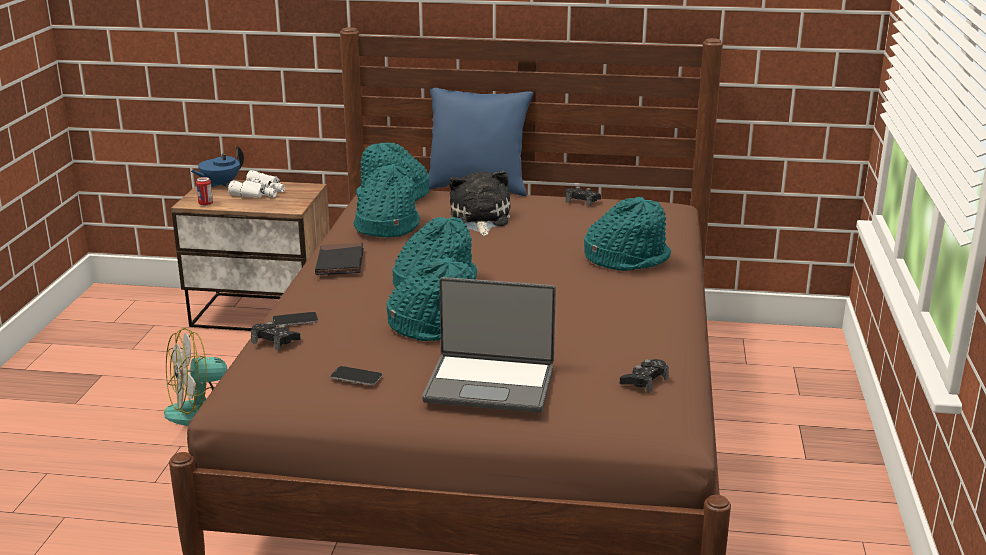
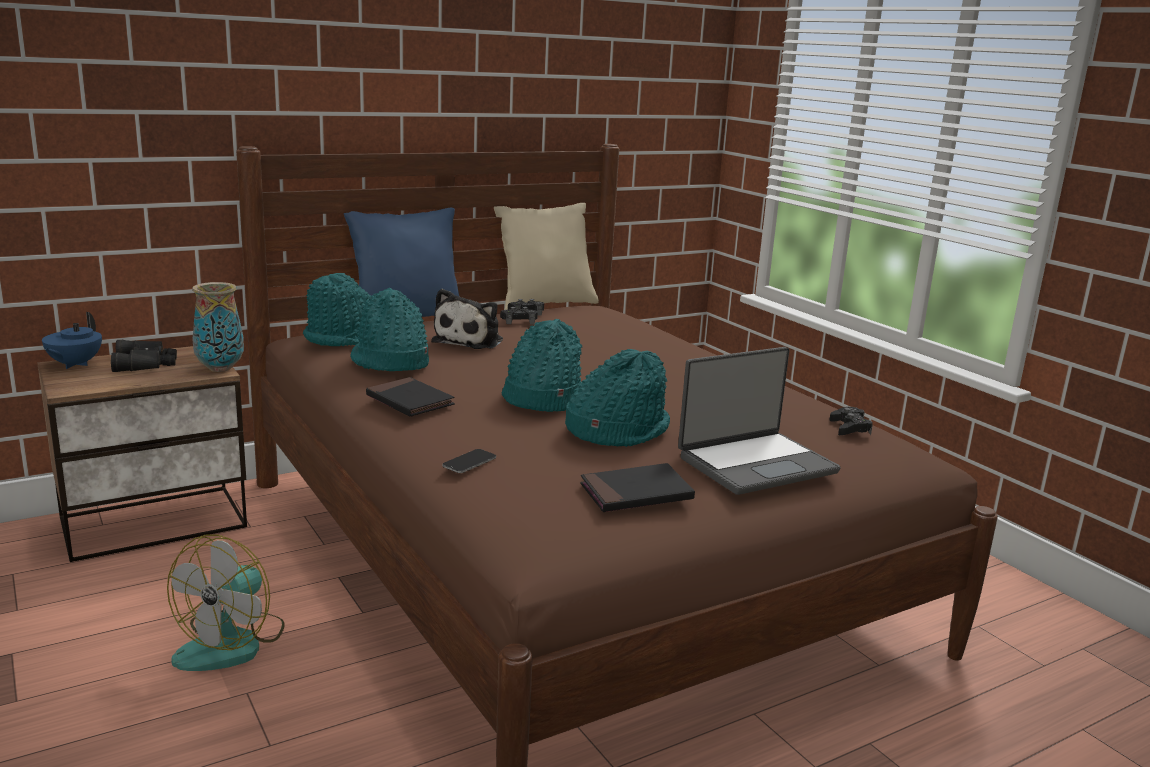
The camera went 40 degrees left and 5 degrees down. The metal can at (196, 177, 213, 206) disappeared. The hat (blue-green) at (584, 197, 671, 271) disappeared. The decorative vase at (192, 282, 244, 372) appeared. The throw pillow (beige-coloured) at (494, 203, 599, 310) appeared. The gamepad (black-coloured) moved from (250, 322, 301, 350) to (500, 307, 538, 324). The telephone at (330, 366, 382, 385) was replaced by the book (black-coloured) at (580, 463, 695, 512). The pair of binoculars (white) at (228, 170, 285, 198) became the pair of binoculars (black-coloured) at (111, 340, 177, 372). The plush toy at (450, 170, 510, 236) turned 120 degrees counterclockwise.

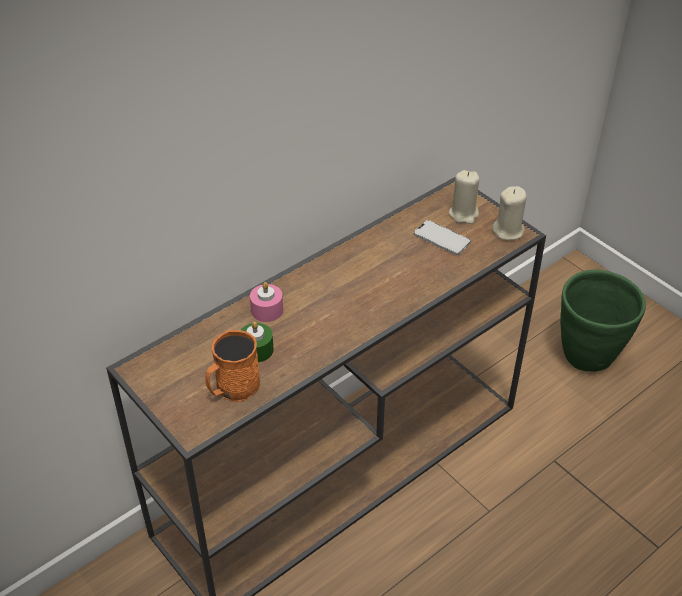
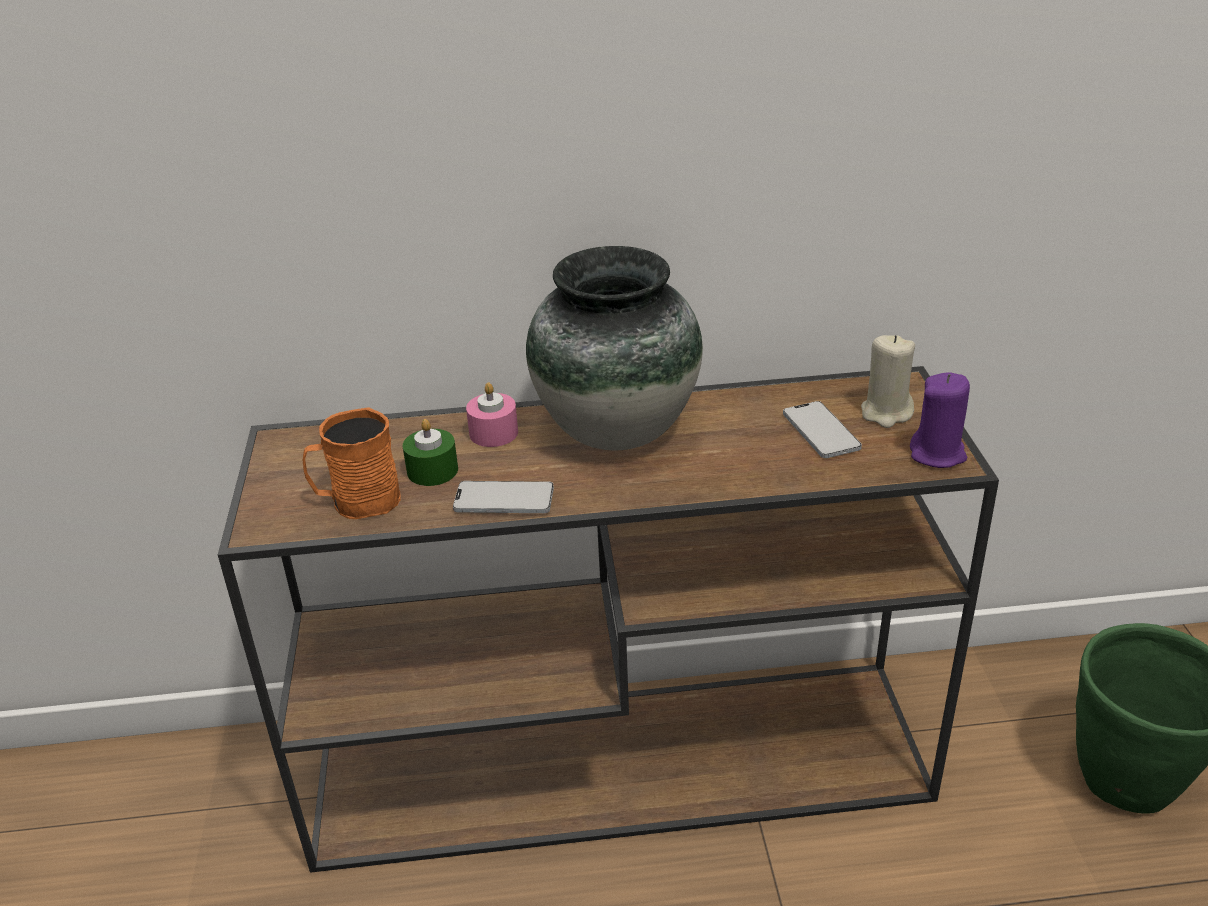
The camera went 35 degrees right and 10 degrees down. The telephone at (453, 481, 554, 513) appeared. The decorative vase at (526, 246, 703, 451) appeared. The candle (beige-coloured) at (492, 186, 527, 240) became the candle (purple-coloured) at (910, 372, 970, 468).

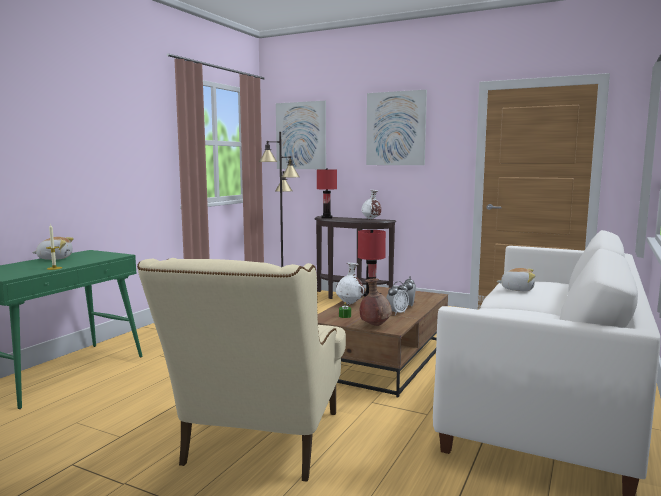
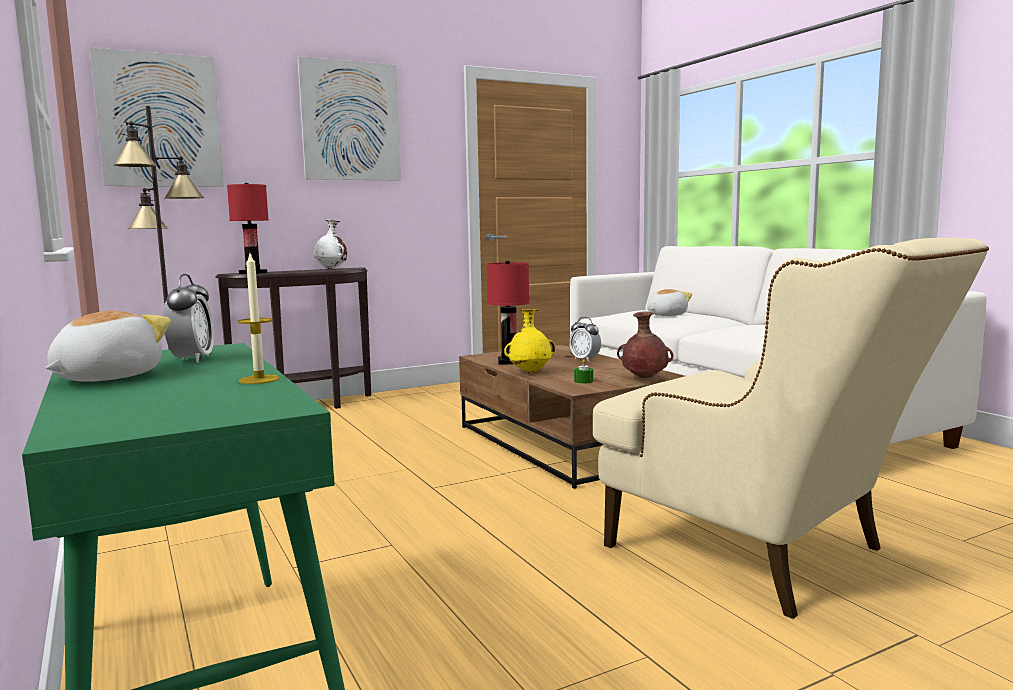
The camera went 55 degrees left and 0 degrees up. The table clock moved from (386, 281, 409, 315) to (163, 274, 214, 363). The decorative vase (white) at (336, 263, 365, 305) became the decorative vase (yellowish) at (504, 309, 555, 374).

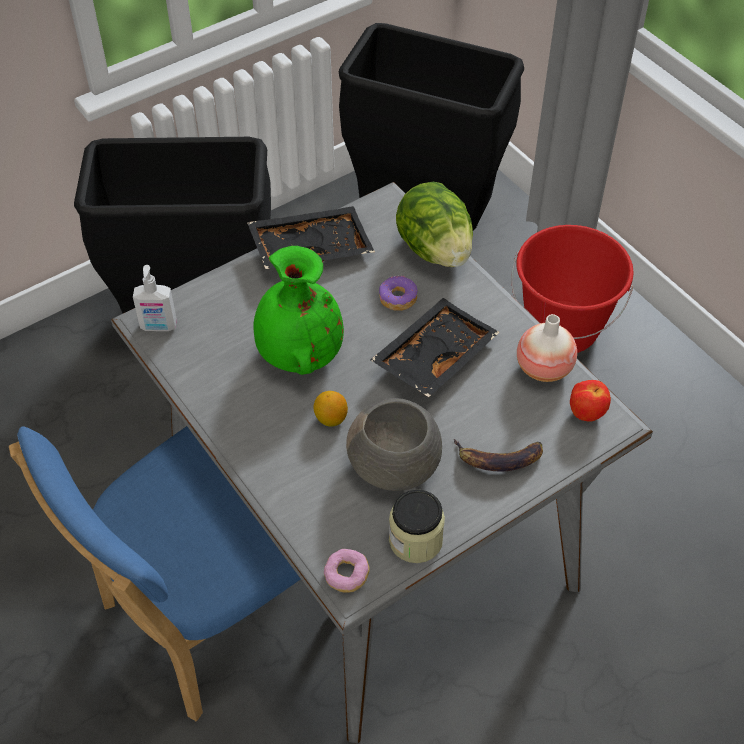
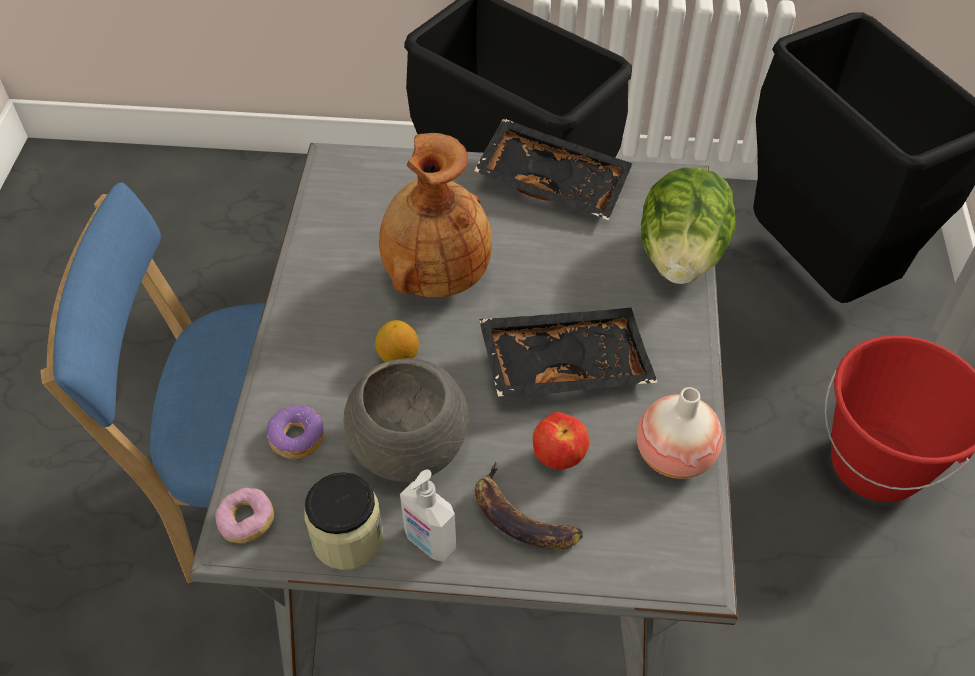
The camera went 40 degrees right and 0 degrees up. The liquid soap bottle moved from (133, 265, 177, 331) to (400, 470, 456, 562). The ring doughnut moved from (379, 275, 418, 311) to (267, 406, 324, 459). The whole apple moved from (570, 380, 611, 421) to (533, 412, 589, 469). The decorative vase (green-coloured) at (253, 246, 344, 375) became the decorative vase (brown) at (379, 133, 492, 298).

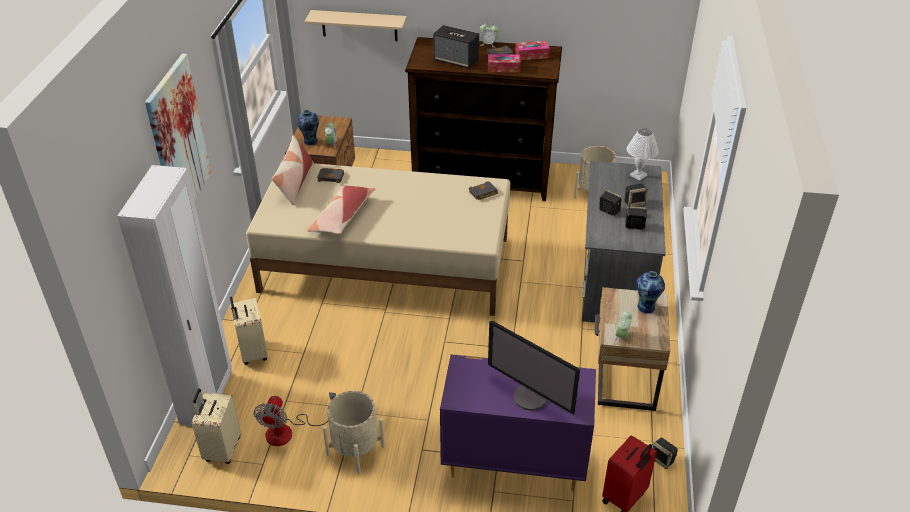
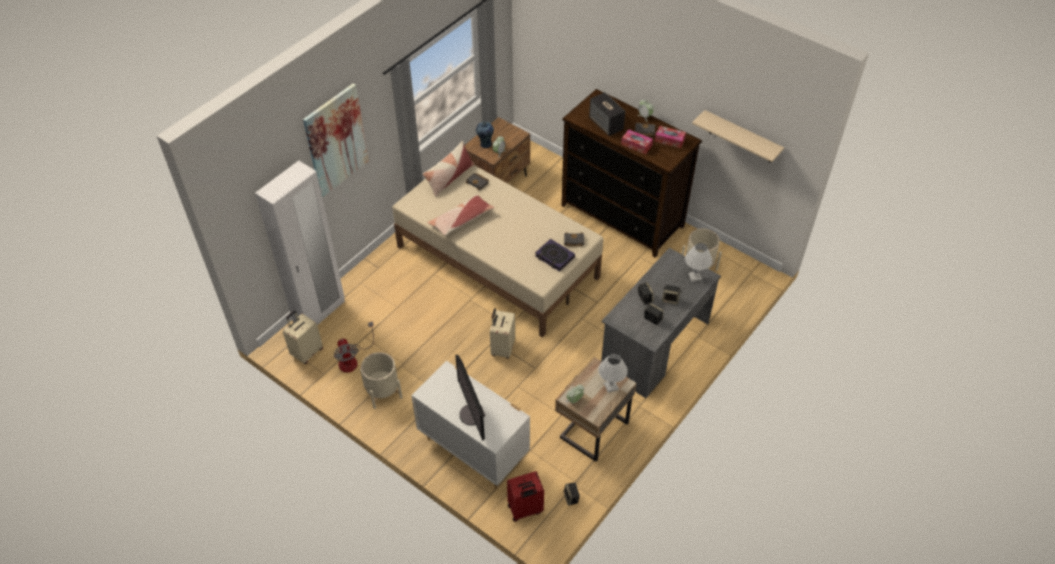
The camera went 30 degrees right and 10 degrees up. The book at (535, 239, 575, 272) appeared. The travel case (beige-coloured) moved from (230, 297, 268, 365) to (490, 308, 515, 359). The wall shelf (beige-coloured) moved from (304, 10, 407, 41) to (692, 110, 784, 163). The decorative vase at (636, 271, 665, 314) was replaced by the tabletop lamp (white) at (598, 354, 628, 392). The drawer chest (purple-coloured) at (440, 354, 596, 492) became the drawer chest (white) at (411, 361, 530, 488). The electric fan at (253, 392, 336, 446) turned 60 degrees counterclockwise.

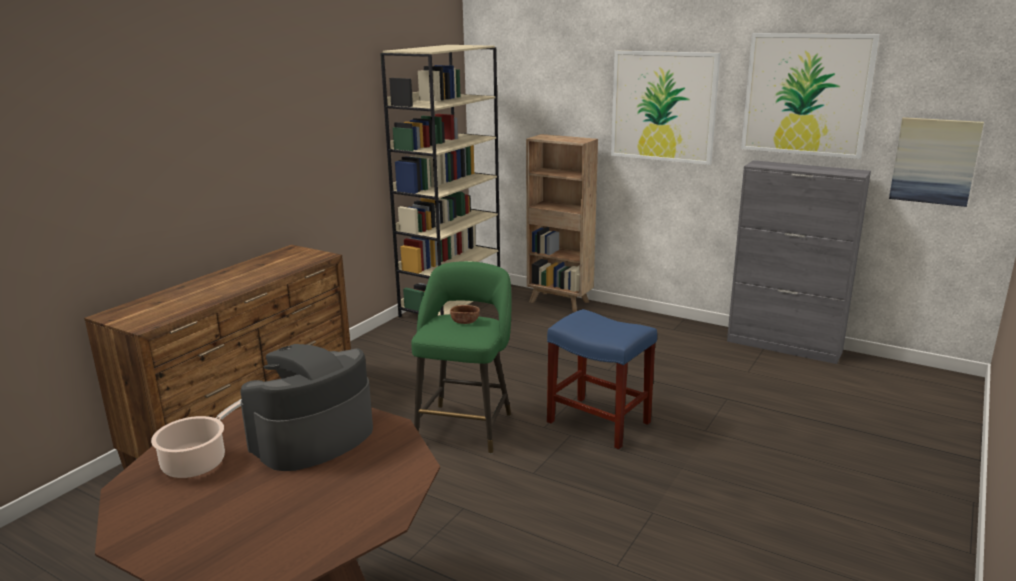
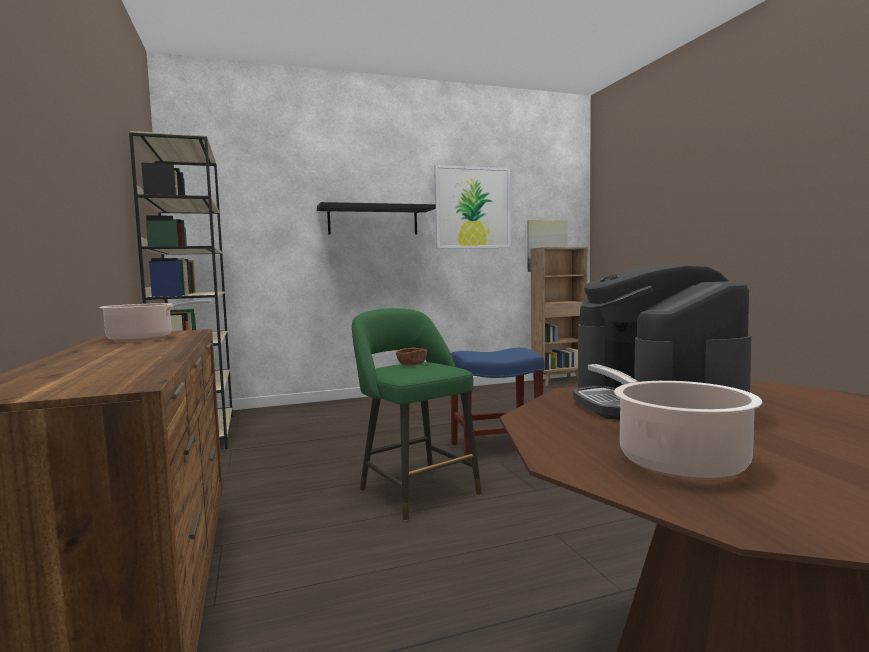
The camera went 50 degrees left and 15 degrees down. The cupboard (greyish) at (727, 160, 871, 364) disappeared. The stockpot at (99, 300, 212, 342) appeared. The shelving unit (brown) moved from (526, 134, 598, 312) to (531, 247, 587, 386). The wall art at (611, 51, 720, 165) was replaced by the wall shelf (black-coloured) at (317, 202, 436, 235).

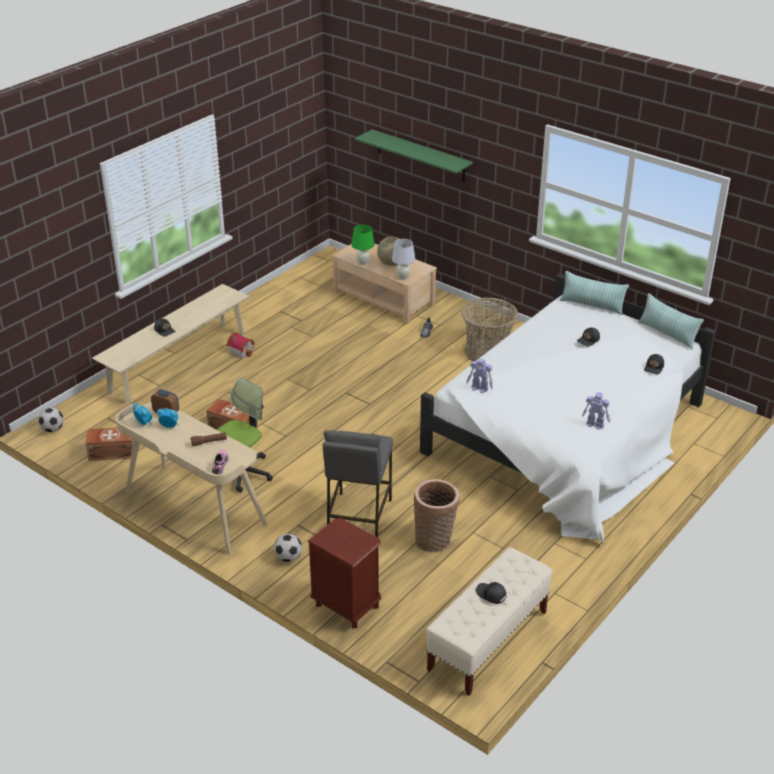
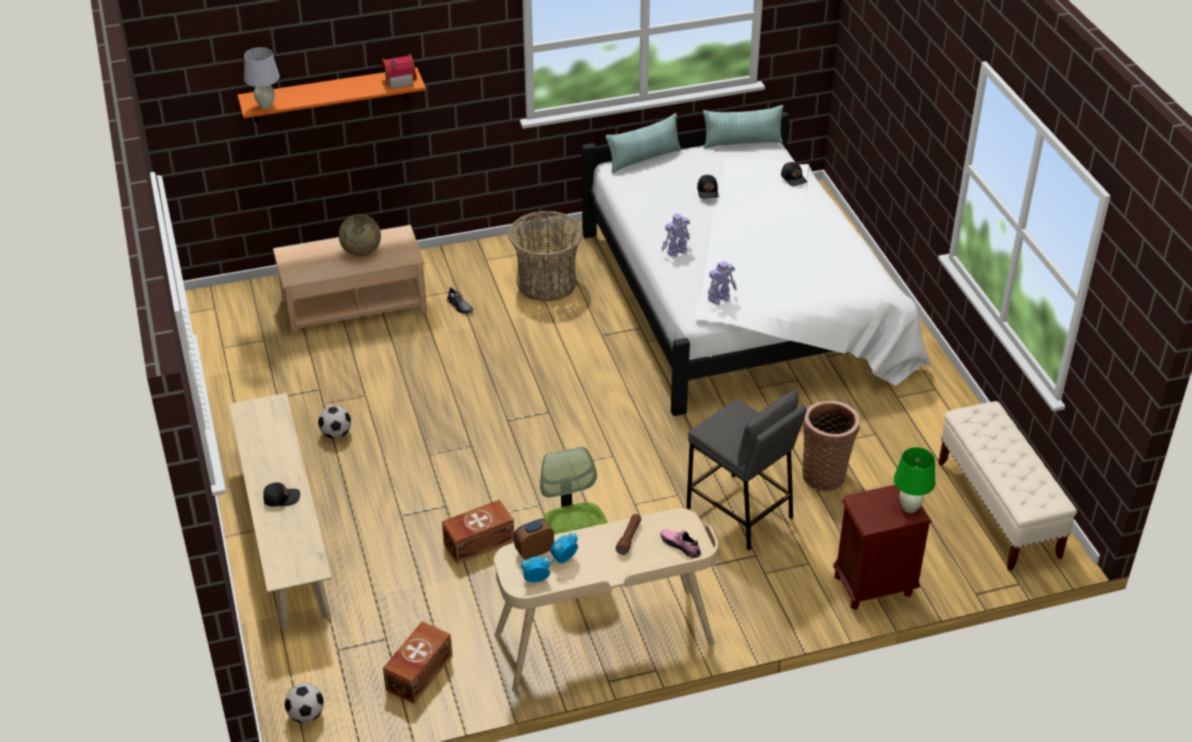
The camera went 55 degrees left and 5 degrees up. The baseball cap (black-coloured) at (476, 582, 506, 604) disappeared. The model house moved from (227, 333, 255, 359) to (381, 54, 417, 89). The football ball moved from (274, 534, 302, 562) to (318, 406, 351, 438). The tabletop lamp (green-coloured) moved from (351, 225, 375, 265) to (894, 447, 935, 513). The tabletop lamp (white) moved from (392, 239, 415, 280) to (244, 47, 280, 109). The toy robot moved from (582, 392, 610, 429) to (662, 213, 690, 257). The wall shelf (green-coloured) at (355, 129, 473, 182) became the wall shelf (orangey) at (238, 67, 426, 122).

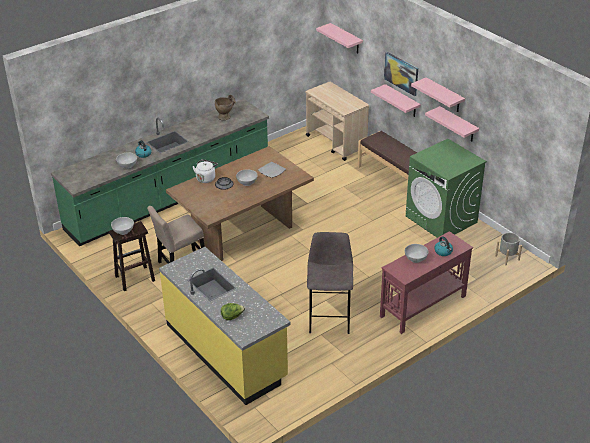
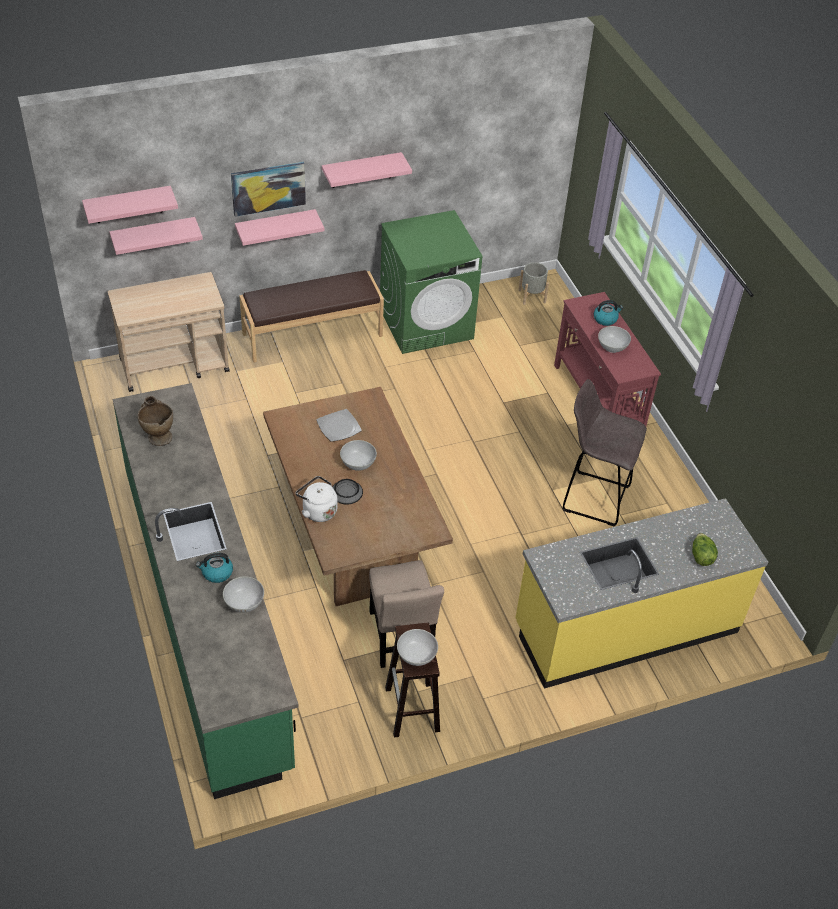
The camera went 75 degrees left and 10 degrees up. The wall shelf (pink) moved from (425, 106, 479, 141) to (109, 217, 203, 255).

